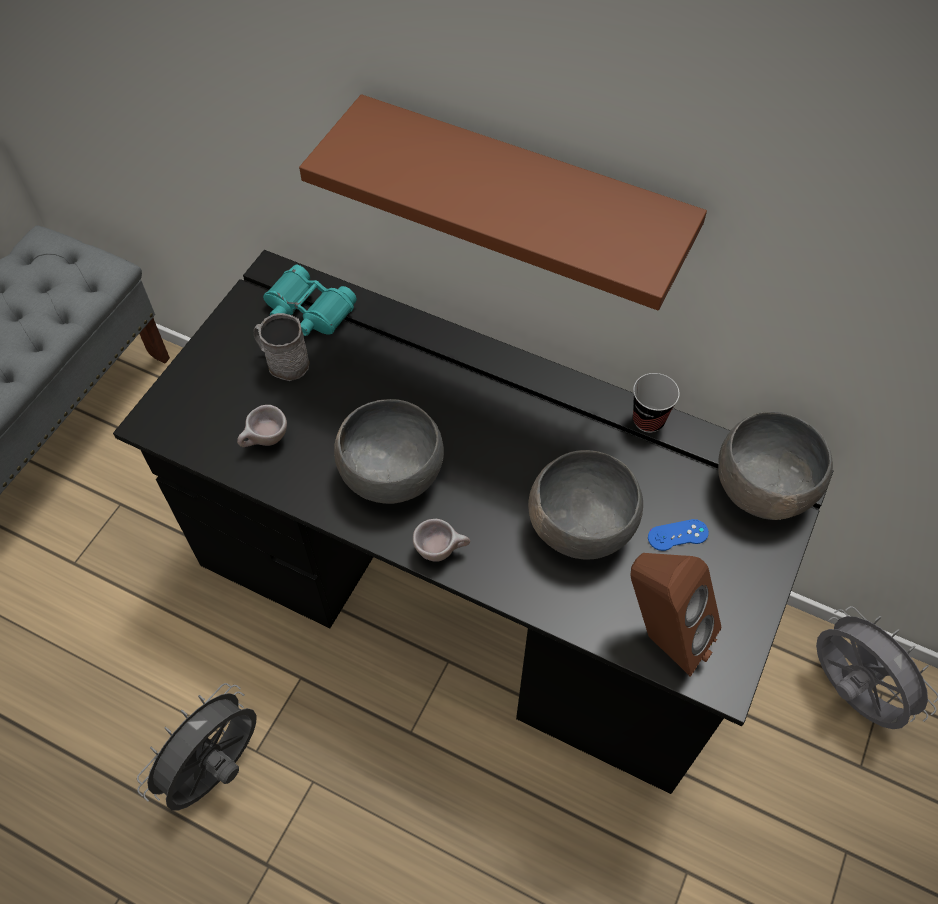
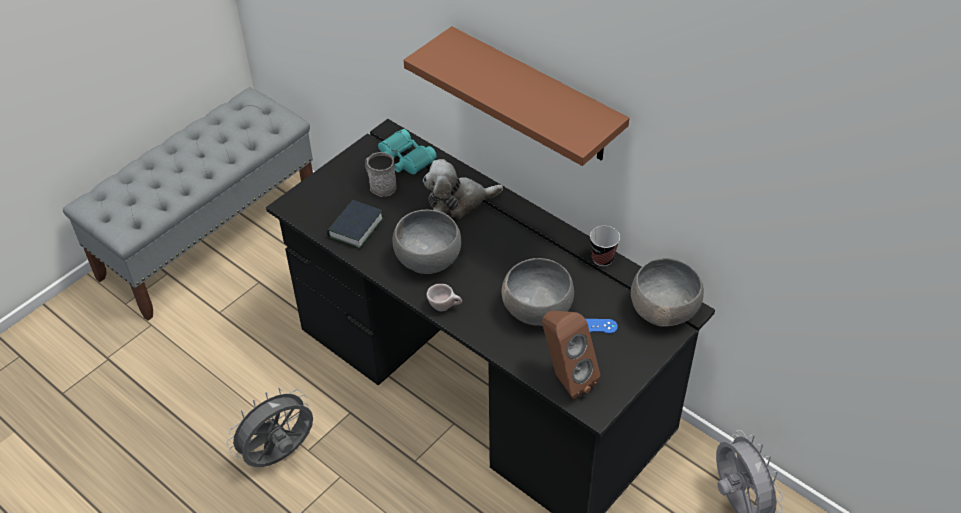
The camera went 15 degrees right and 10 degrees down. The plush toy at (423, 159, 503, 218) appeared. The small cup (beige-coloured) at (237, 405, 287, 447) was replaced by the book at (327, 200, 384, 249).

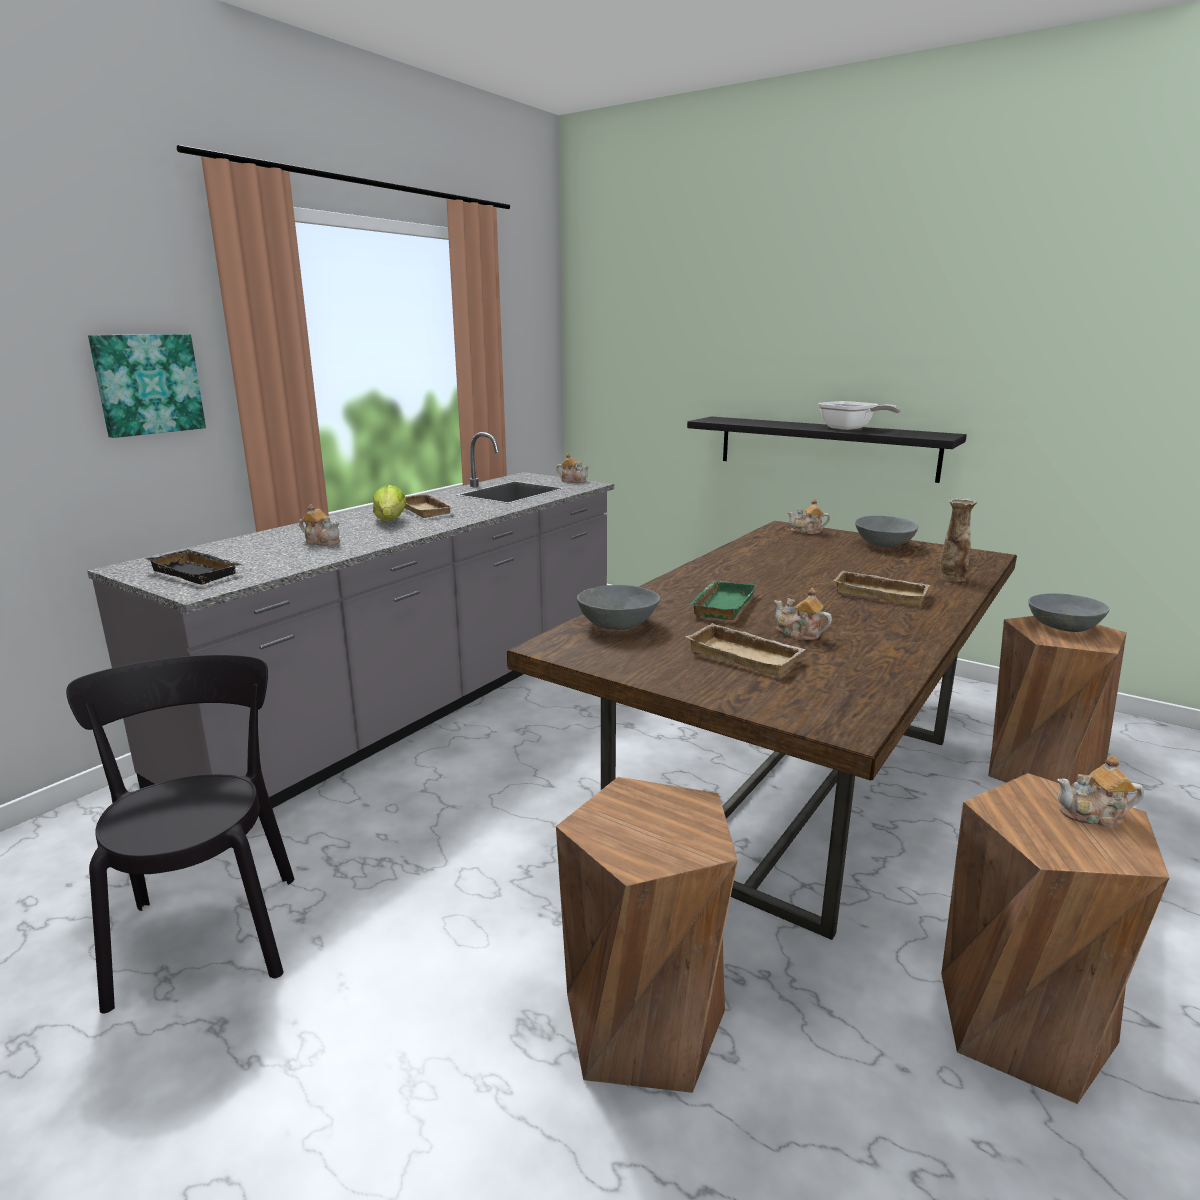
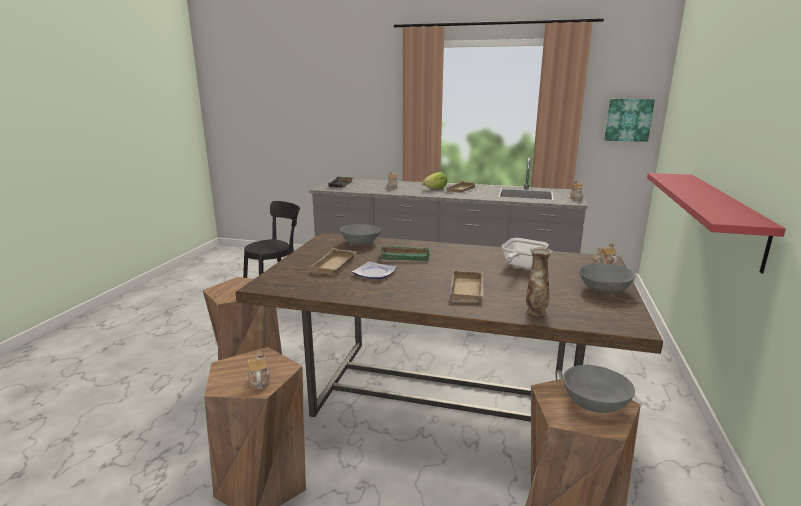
The camera went 70 degrees right and 0 degrees up. The wall art moved from (88, 334, 206, 438) to (604, 99, 655, 142). The pan moved from (818, 401, 901, 430) to (502, 238, 549, 268). The pot for tea at (774, 588, 832, 640) was replaced by the flat dish at (352, 261, 397, 279). The wall shelf (black-coloured) at (687, 417, 967, 483) became the wall shelf (red-coloured) at (647, 173, 786, 273).

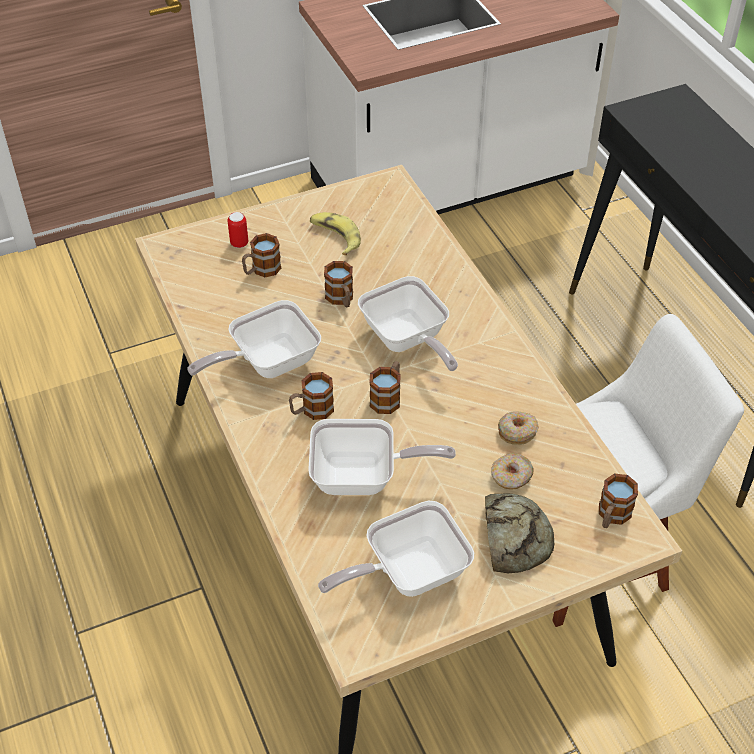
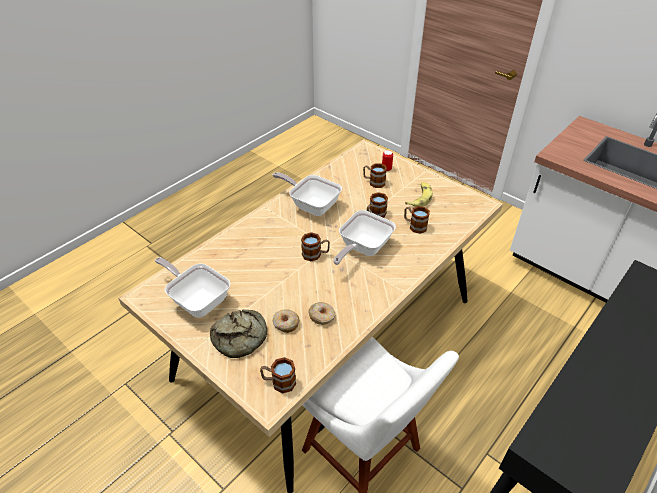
The camera went 65 degrees right and 5 degrees down. The pan at (308, 419, 456, 495) disappeared. The mug moved from (289, 372, 334, 420) to (404, 206, 430, 234).

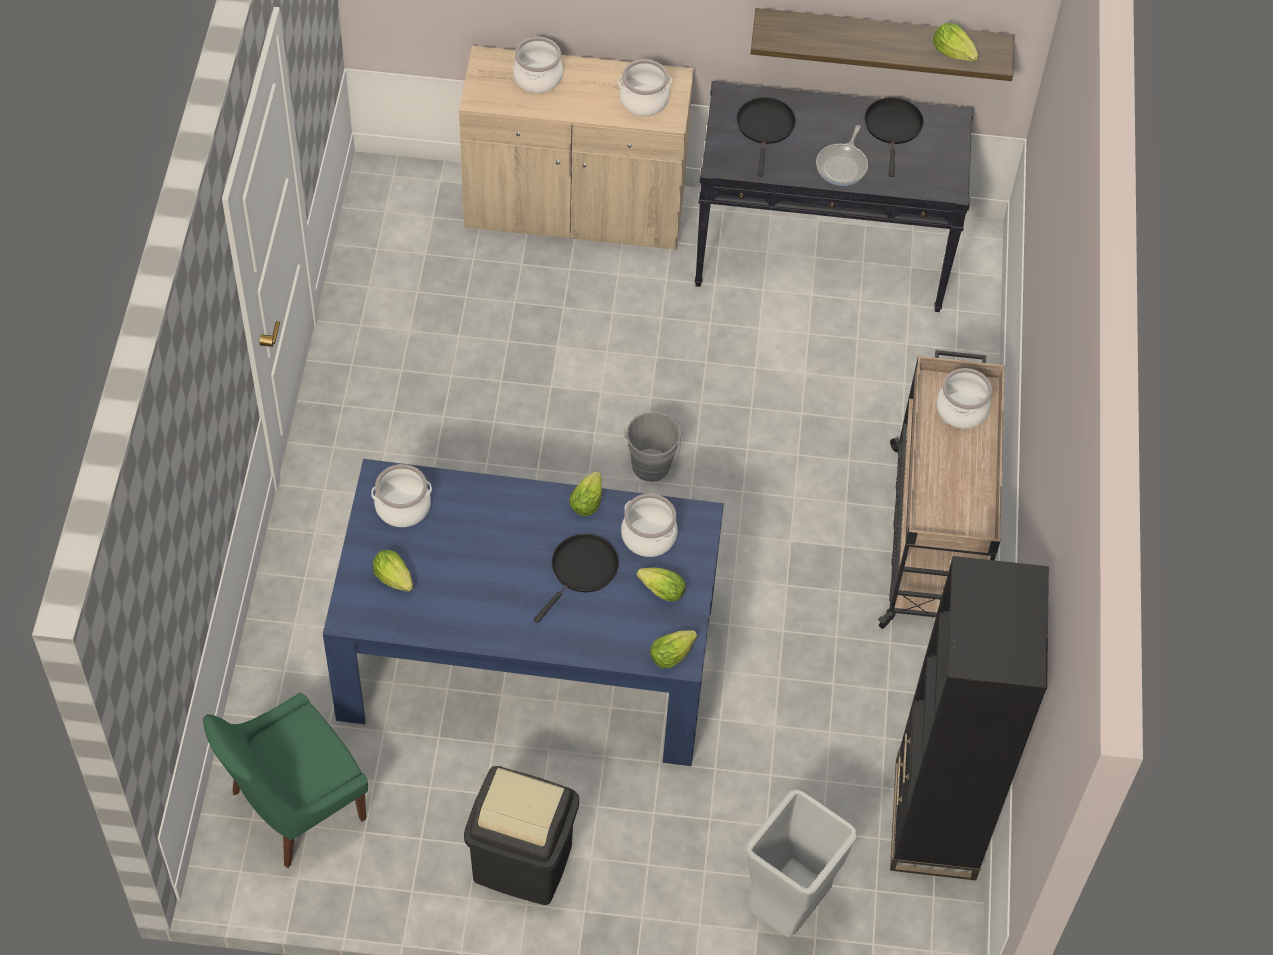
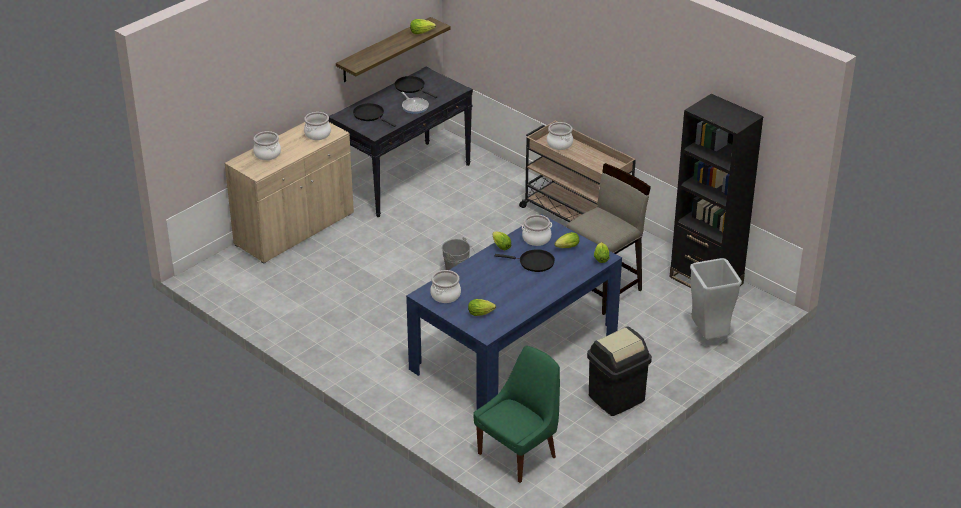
The camera went 50 degrees left and 20 degrees down. The stool seat (beige-coloured) at (567, 163, 651, 315) appeared. The chair (green-coloured) at (203, 693, 368, 868) turned 135 degrees counterclockwise. The pan (black-coloured) at (533, 534, 619, 623) turned 120 degrees clockwise.

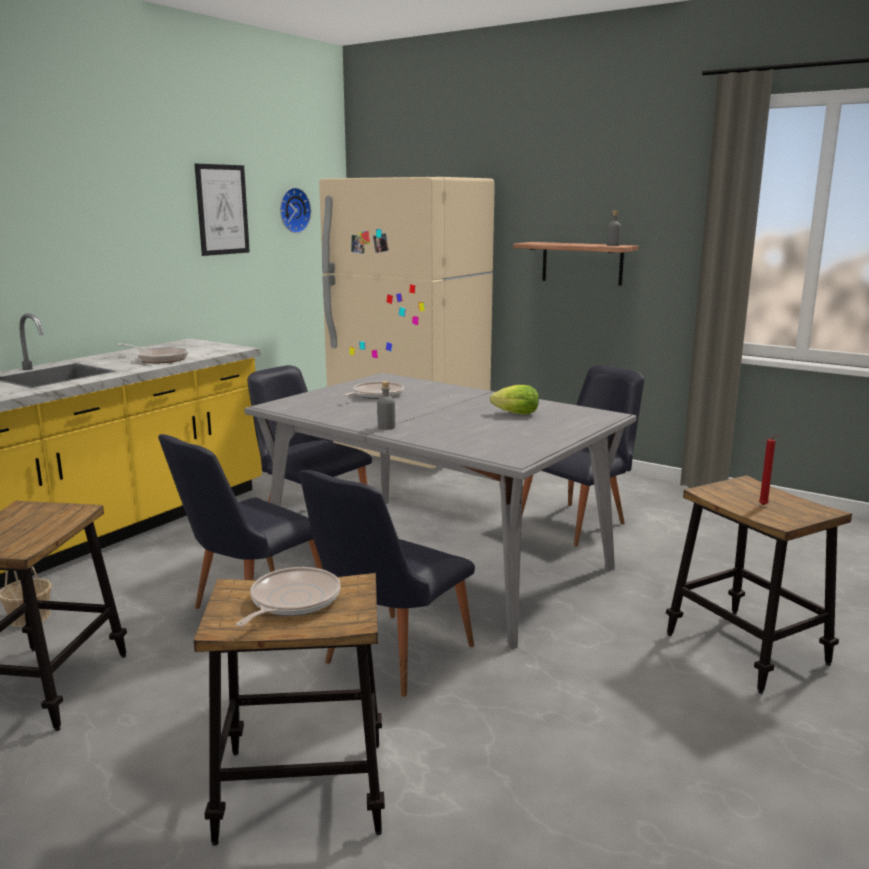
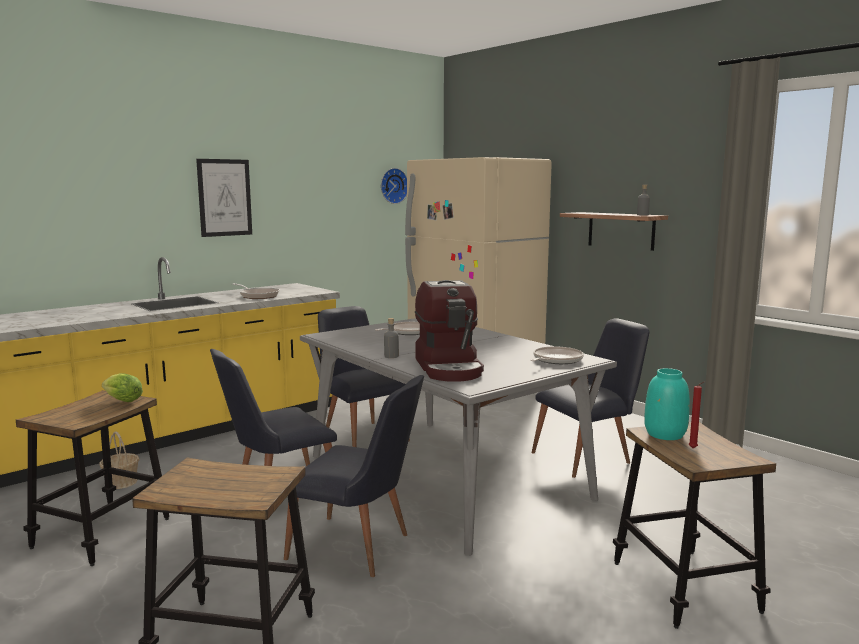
The camera went 15 degrees right and 5 degrees down. The coffee maker at (415, 280, 484, 382) appeared. The decorative vase (blue-green) at (644, 368, 690, 440) appeared. The wall art moved from (195, 164, 250, 256) to (196, 159, 252, 237). The pan moved from (236, 567, 341, 627) to (531, 346, 584, 364). The lettuce moved from (490, 385, 539, 414) to (102, 373, 143, 402). The chair (black-coloured) at (299, 470, 475, 697) turned 120 degrees counterclockwise.

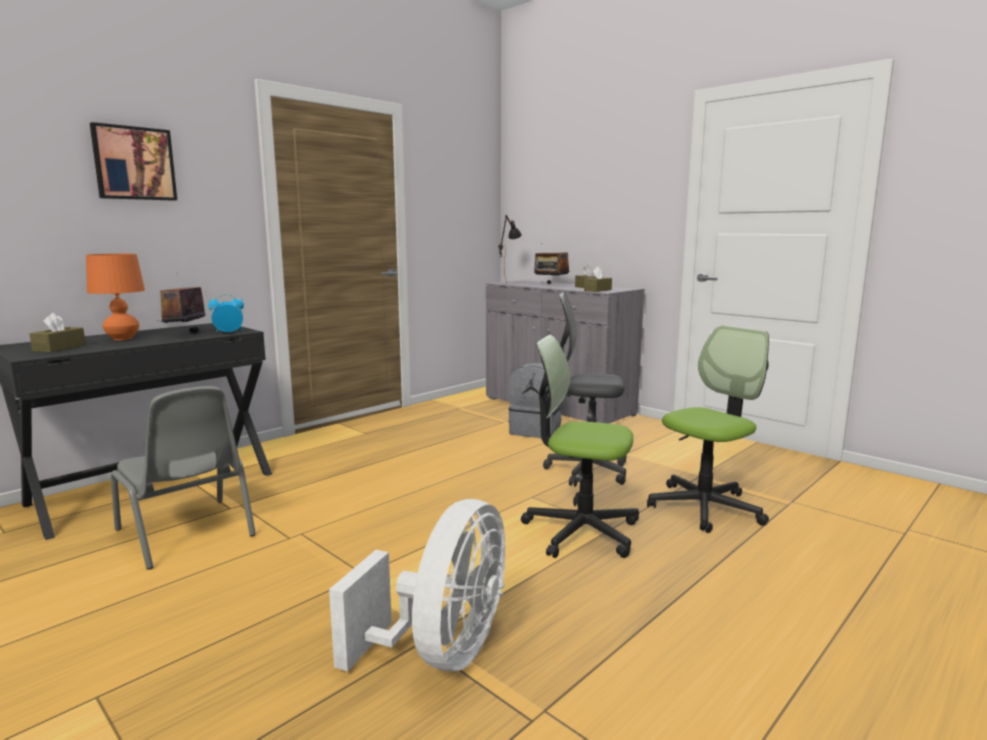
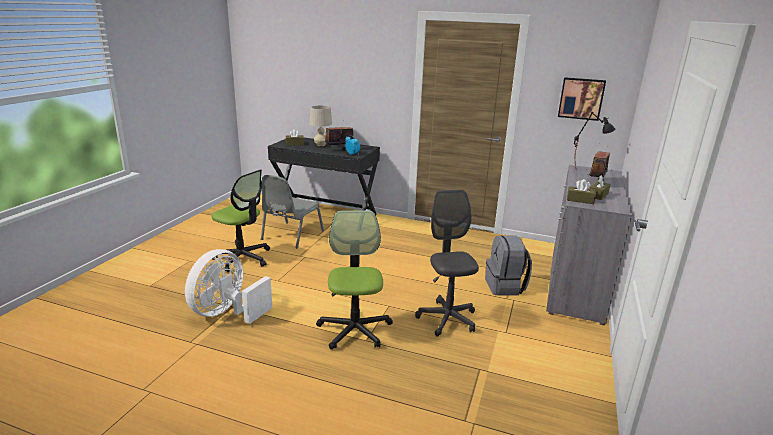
The camera went 65 degrees right and 10 degrees up. The wall art moved from (90, 122, 177, 201) to (558, 77, 606, 121). The office chair moved from (647, 325, 769, 533) to (212, 169, 270, 272). The tabletop lamp (orangey) at (86, 254, 145, 340) became the tabletop lamp (beige-coloured) at (309, 105, 332, 146). The electric fan (white) at (329, 499, 505, 672) turned 120 degrees clockwise.

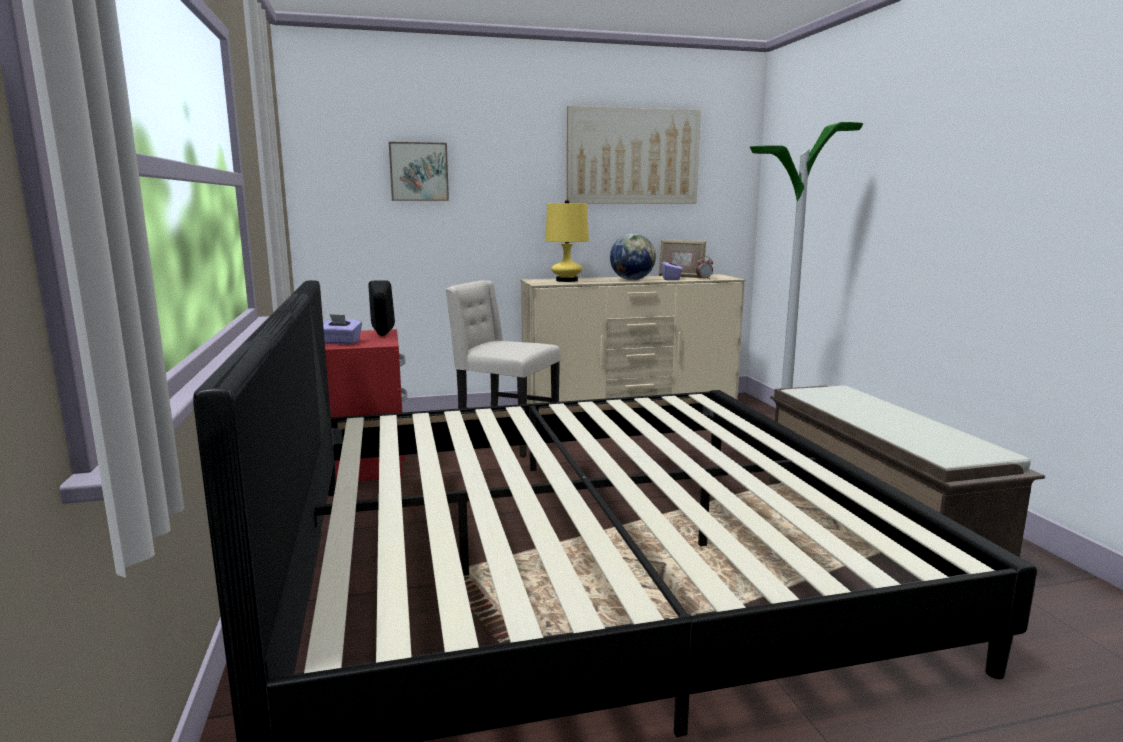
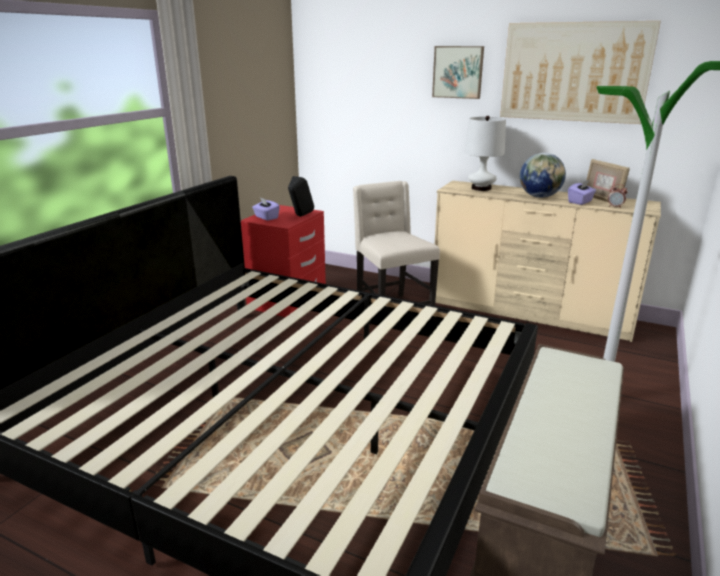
The camera went 40 degrees right and 10 degrees up. The wall art moved from (389, 142, 449, 201) to (432, 46, 484, 99). The tabletop lamp (yellowish) at (545, 200, 589, 282) became the tabletop lamp (white) at (465, 116, 506, 191).

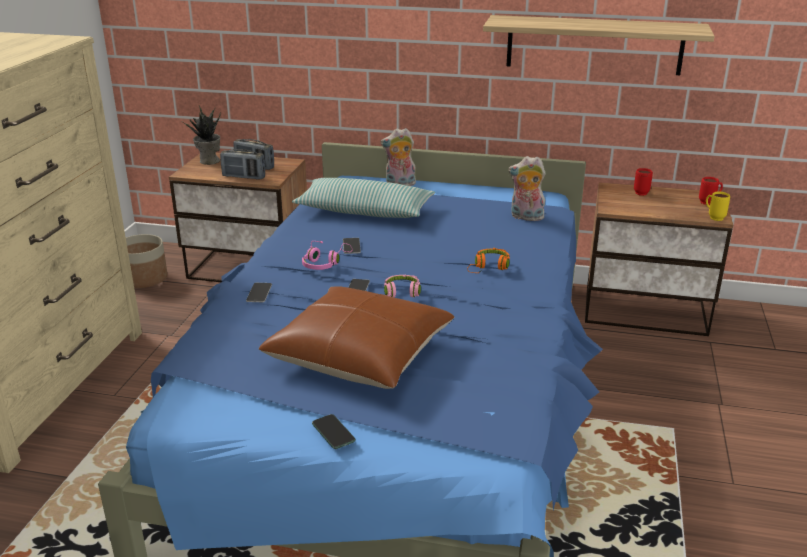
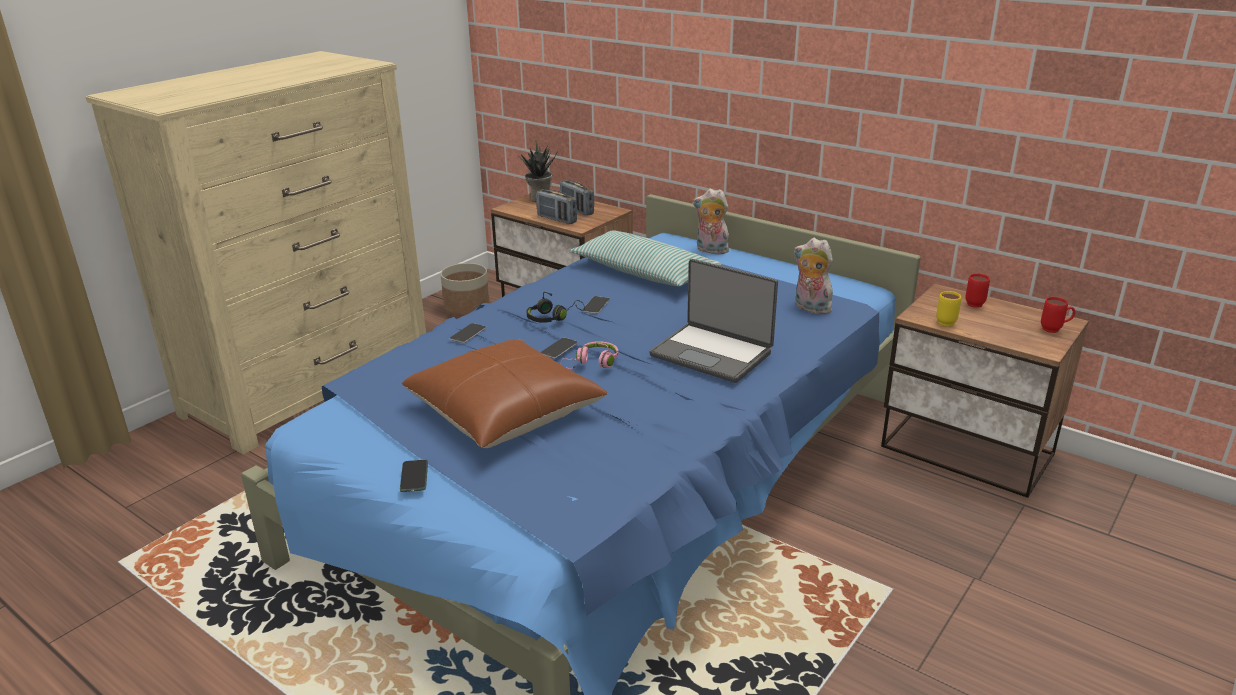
The camera went 25 degrees right and 0 degrees up. The wall shelf at (483, 15, 715, 75) disappeared. The mug (yellowish) moved from (706, 192, 730, 221) to (936, 291, 961, 327). The headset (orangey) at (467, 248, 510, 273) was replaced by the laptop at (650, 259, 778, 383). The headset (pink) at (302, 241, 352, 270) became the headset (black-coloured) at (527, 292, 585, 323).

